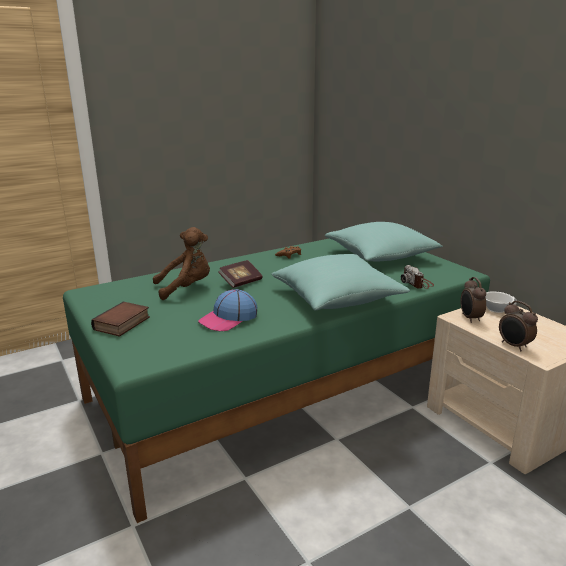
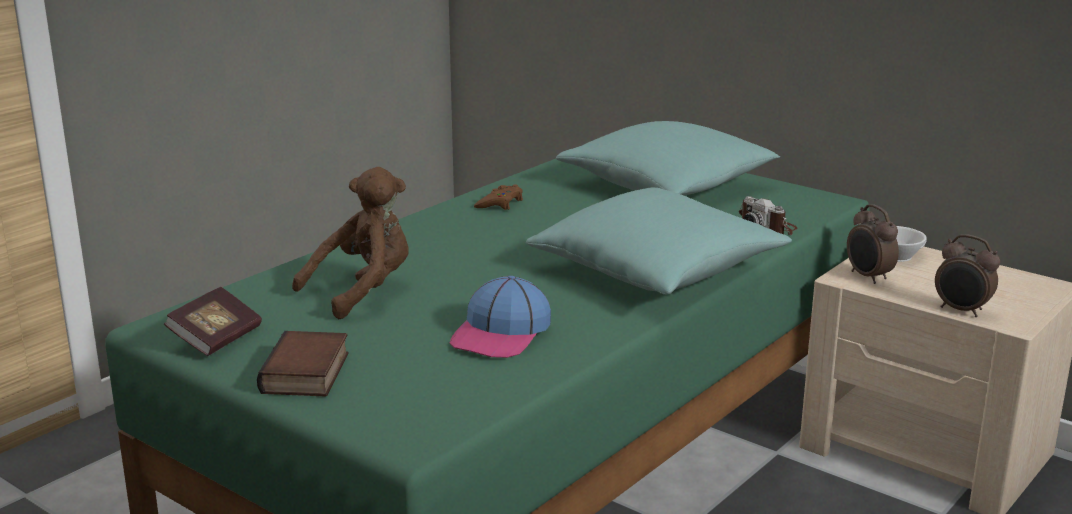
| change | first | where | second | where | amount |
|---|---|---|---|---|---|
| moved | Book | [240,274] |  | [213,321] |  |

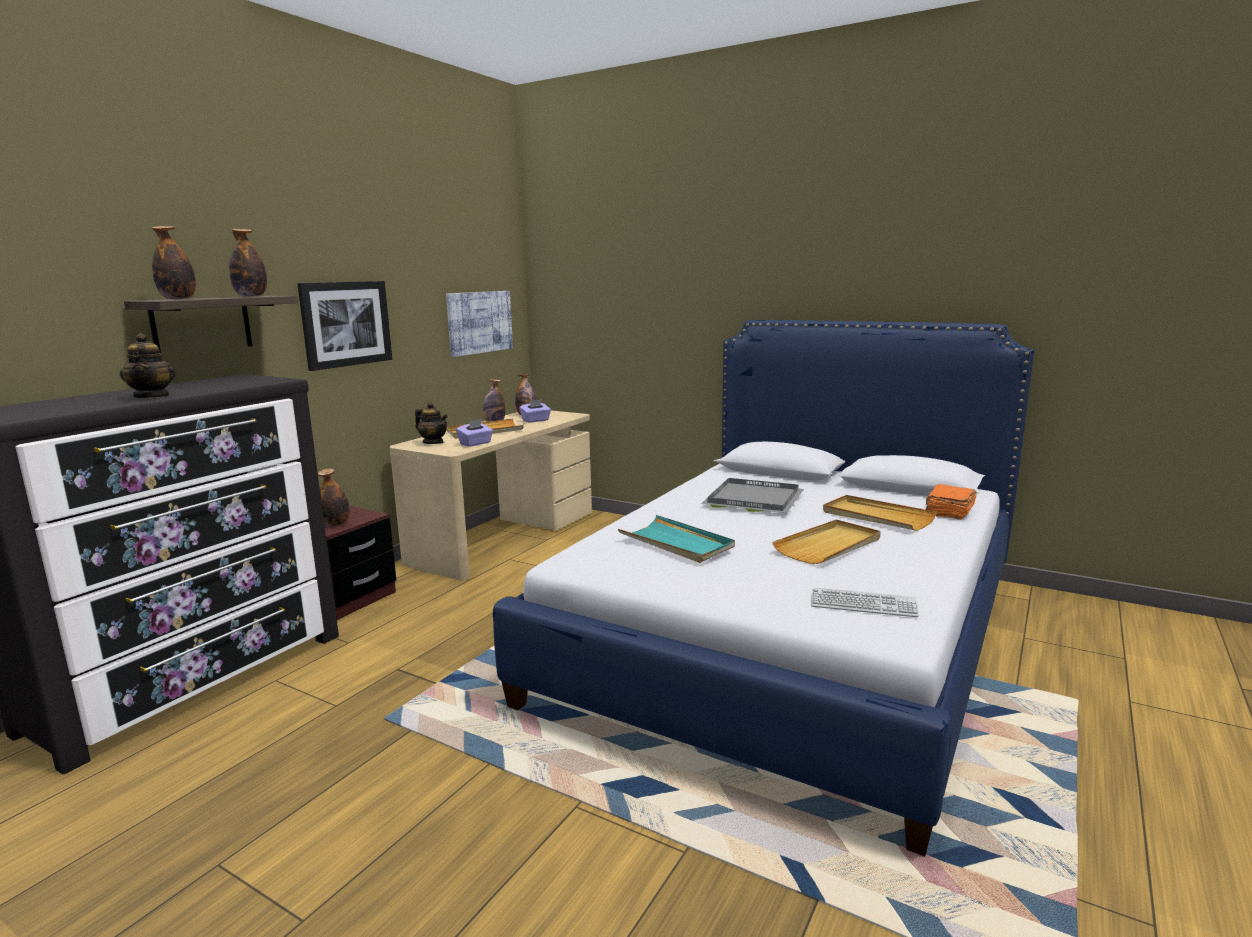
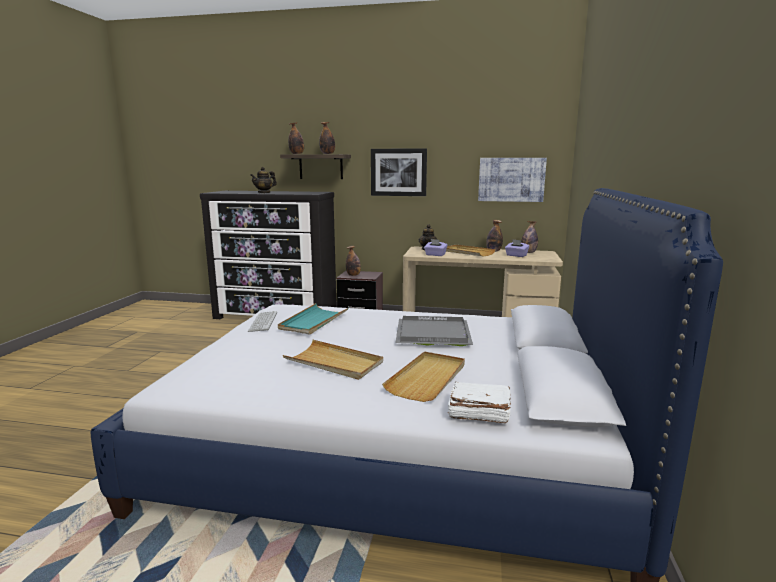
| change | first | where | second | where | amount |
|---|---|---|---|---|---|
| moved | Keyboard | [865,602] |  | [262,321] |  |
| recoloured | OrangeBook | [951,502] | WhiteBook | [479,402] |  |

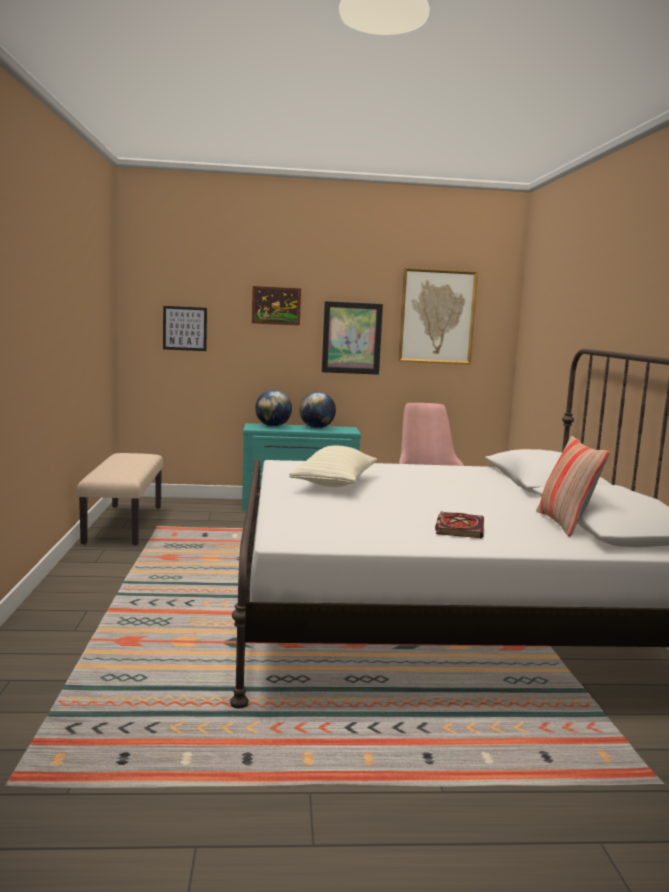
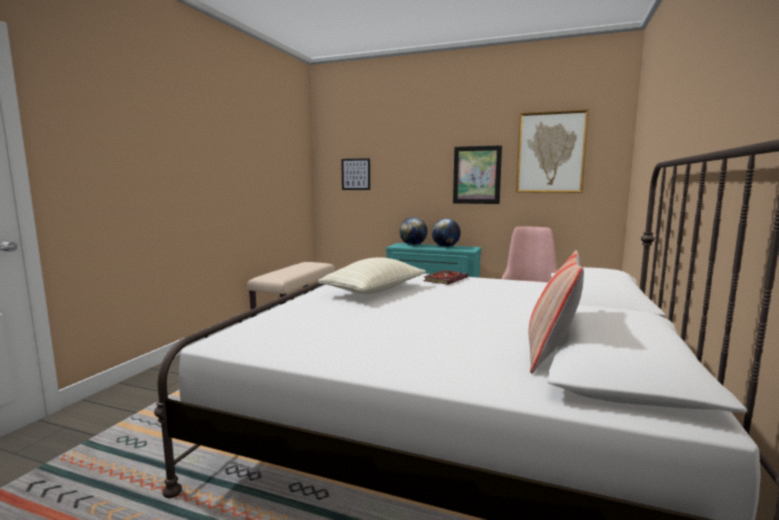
| change | first | where | second | where | amount |
|---|---|---|---|---|---|
| moved | Book | [459,525] |  | [445,277] |  |
| removed | Picture | [276,306] |  |  |  |

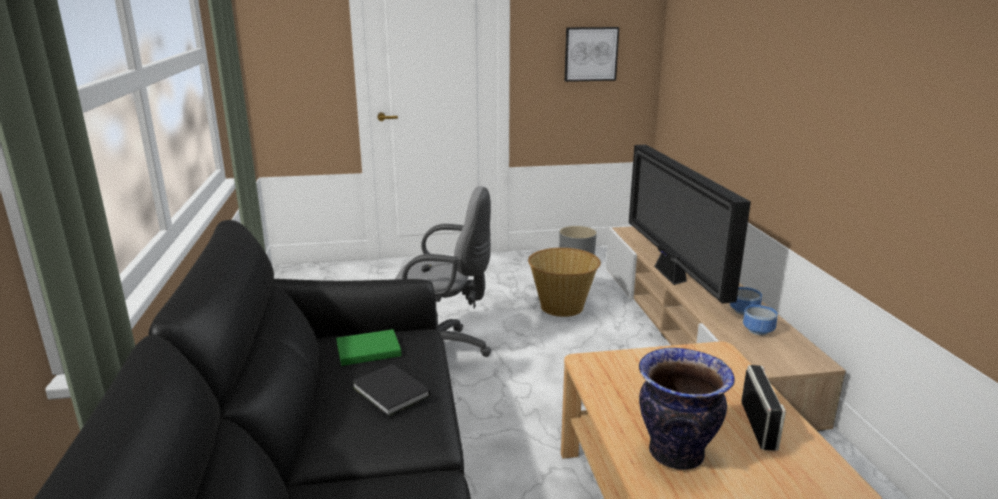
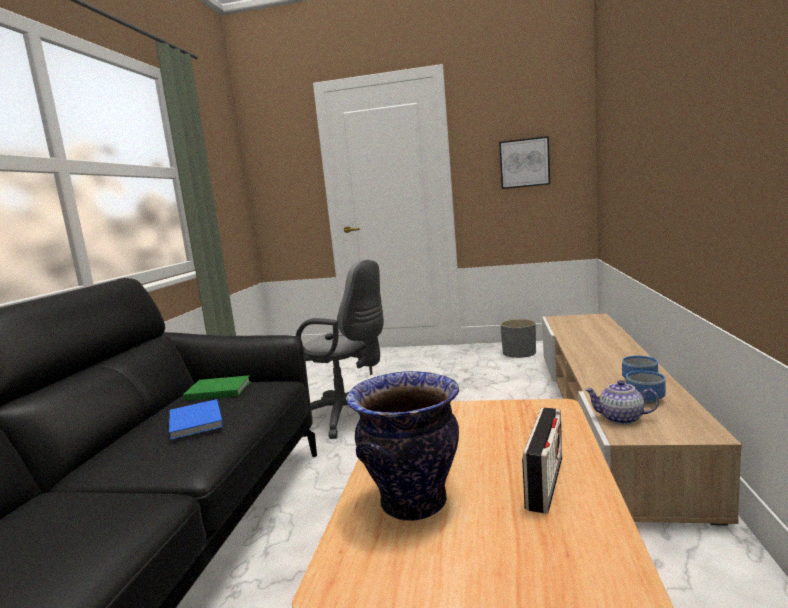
| change | first | where | second | where | amount |
|---|---|---|---|---|---|
| recoloured | BlackBook | [391,390] | BlueBook | [196,419] |  |
| added |  |  | Teapot | [621,402] |  |
| removed | Basket | [564,282] |  |  |  |
| removed | Television | [690,224] |  |  |  |

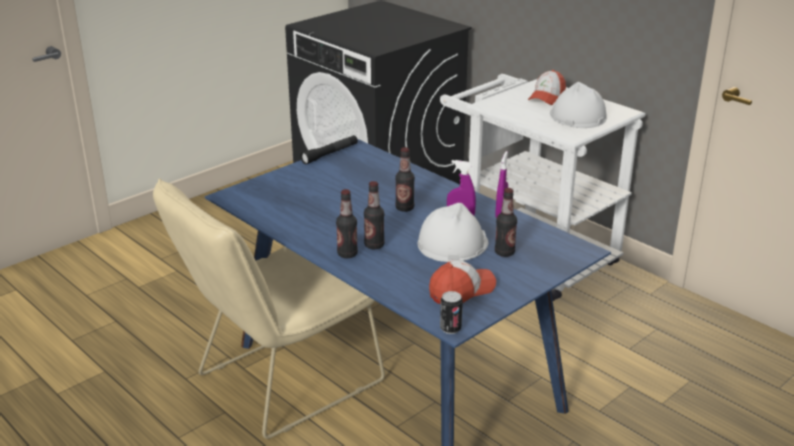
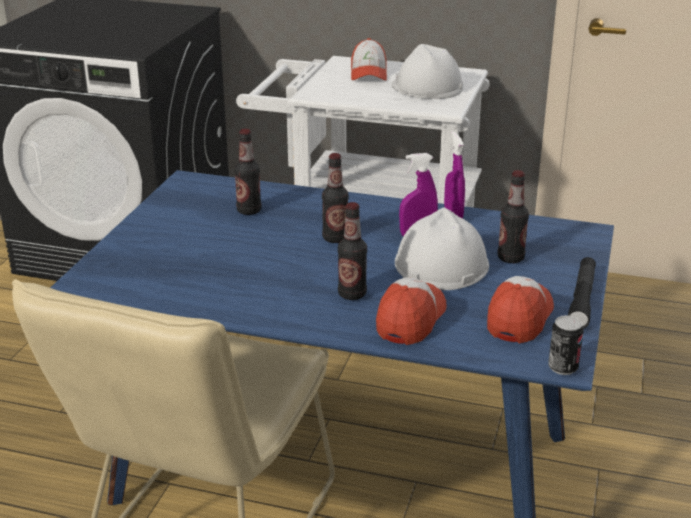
| change | first | where | second | where | amount |
|---|---|---|---|---|---|
| moved | Bottle | [347,223] |  | [247,172] |  |
| added |  |  | Cap | [411,311] |  |
| moved | BlackFlashlight | [329,149] |  | [582,293] |  |

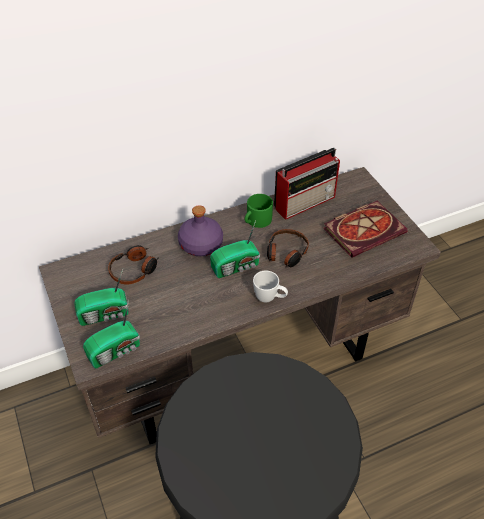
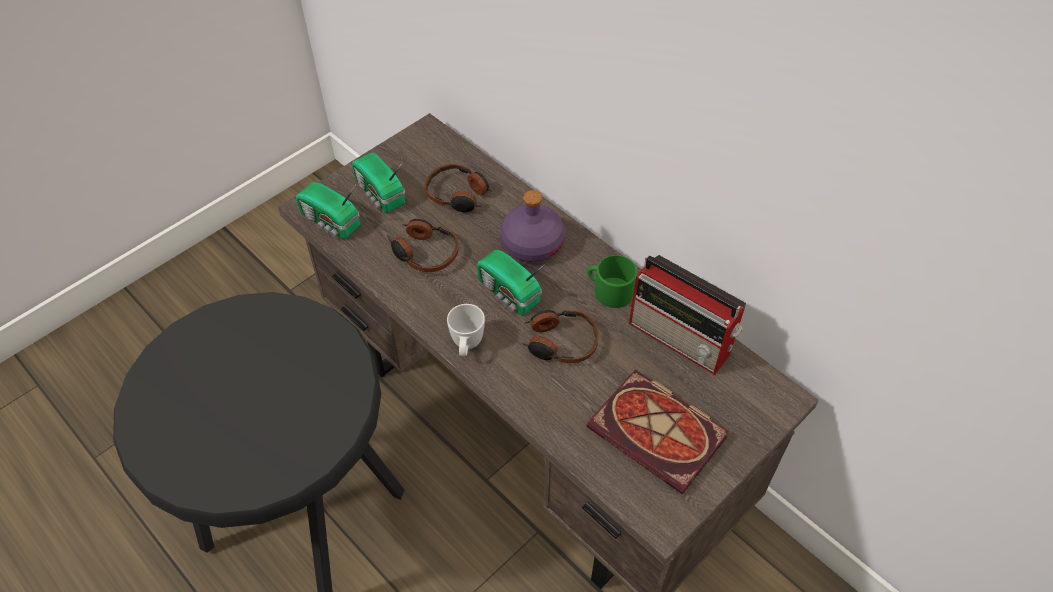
| change | first | where | second | where | amount |
|---|---|---|---|---|---|
| added |  |  | Headphones | [423,245] |  |

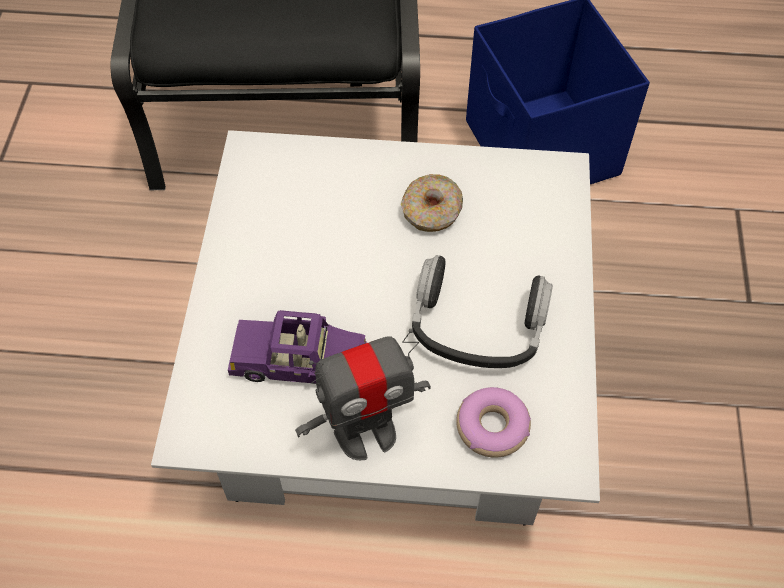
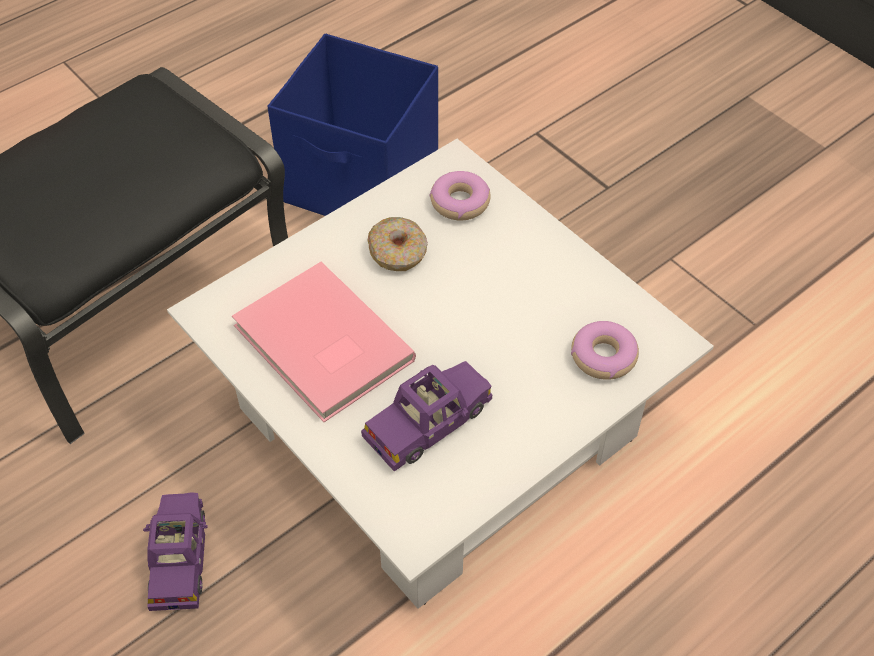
| change | first | where | second | where | amount |
|---|---|---|---|---|---|
| added |  |  | PurpleToyCar | [175,551] |  |
| added |  |  | PinkBook | [324,342] |  |
| added |  |  | Donut | [460,196] |  |
| removed | ToyRobot | [363,394] |  |  |  |
| removed | Headphones | [482,311] |  |  |  |

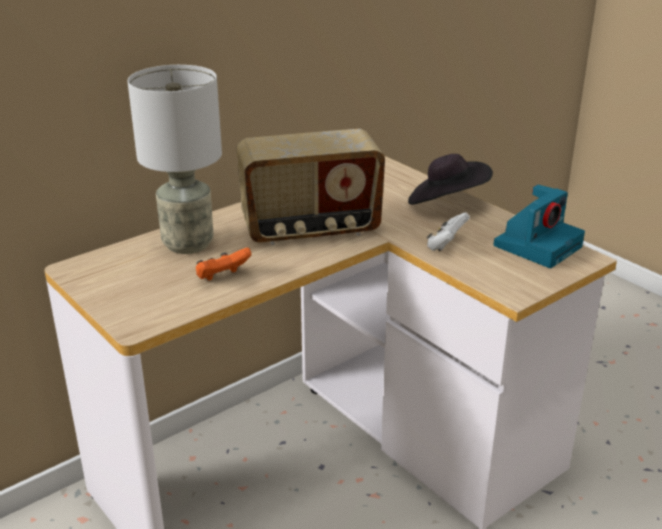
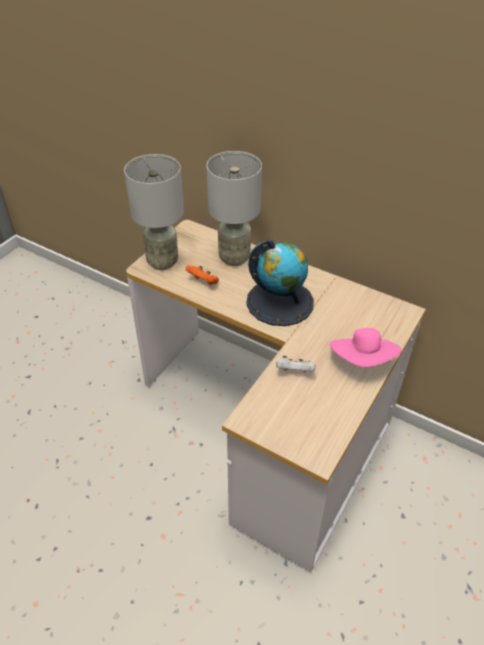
| change | first | where | second | where | amount |
|---|---|---|---|---|---|
| added |  |  | GreyTableLamp | [154,212] |  |
| replaced | Radio | [310,187] | Globe | [280,282] |  |
| recoloured | BlackHat | [450,179] | PinkHat | [365,347] |  |
| removed | PhotoCamera | [539,226] |  |  |  |

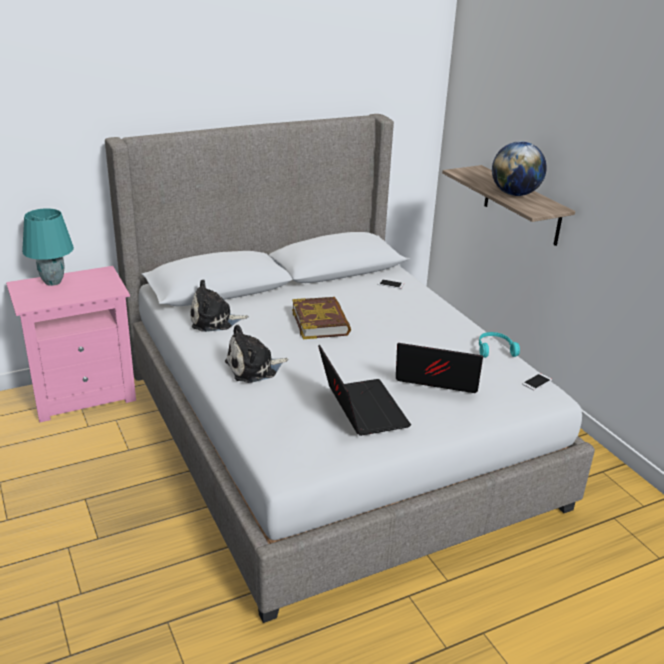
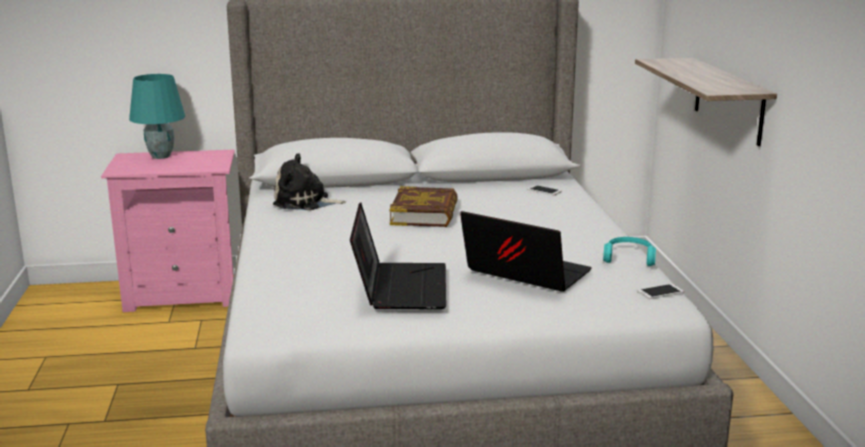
| change | first | where | second | where | amount |
|---|---|---|---|---|---|
| removed | PlushToy | [256,353] |  |  |  |
| removed | Globe | [519,168] |  |  |  |

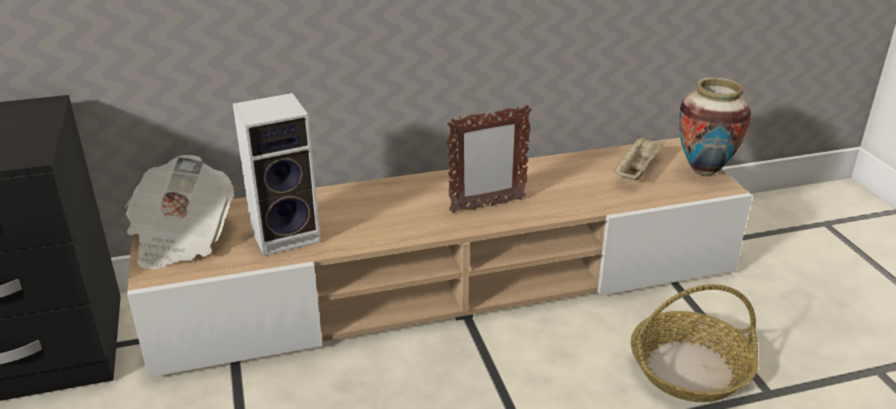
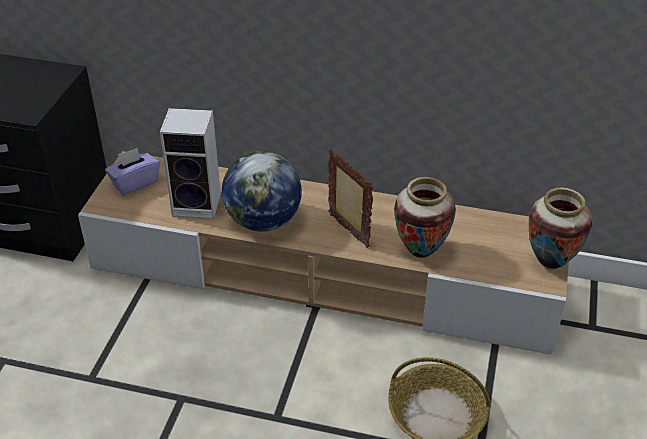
| change | first | where | second | where | amount |
|---|---|---|---|---|---|
| replaced | Newspaper | [179,212] | PurpleTissueBox | [132,171] |  |
| added |  |  | Globe | [262,191] |  |
| turned | PictureFrame | [489,159] |  | [351,198] | 135 degrees counterclockwise |
| added |  |  | Vase | [425,217] |  |
| removed | BeigeTray | [639,158] |  |  |  |

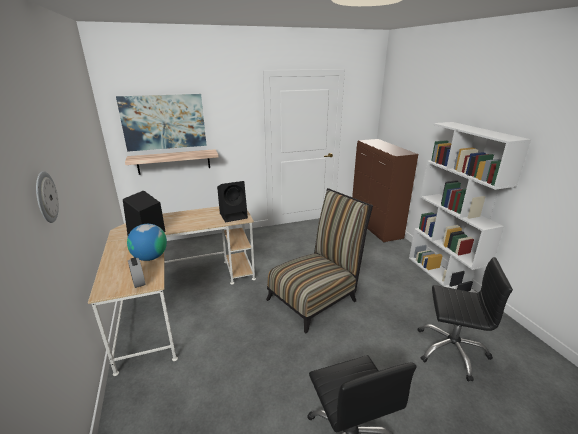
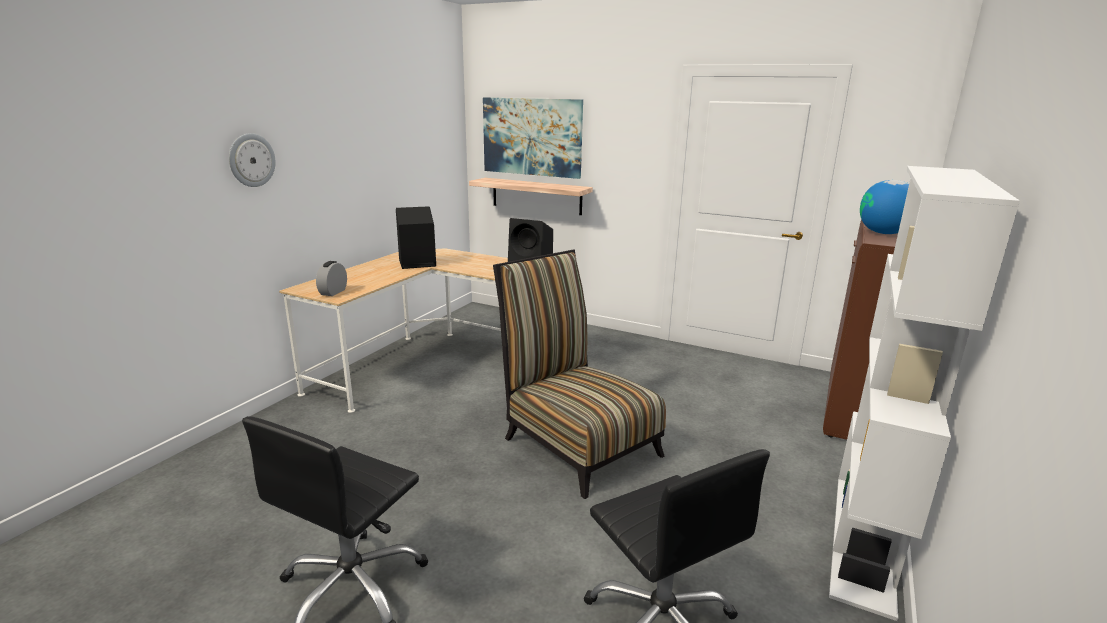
| change | first | where | second | where | amount |
|---|---|---|---|---|---|
| turned | Chair | [319,260] |  | [579,374] | 135 degrees counterclockwise |
| moved | Globe | [147,242] |  | [884,207] |  |

